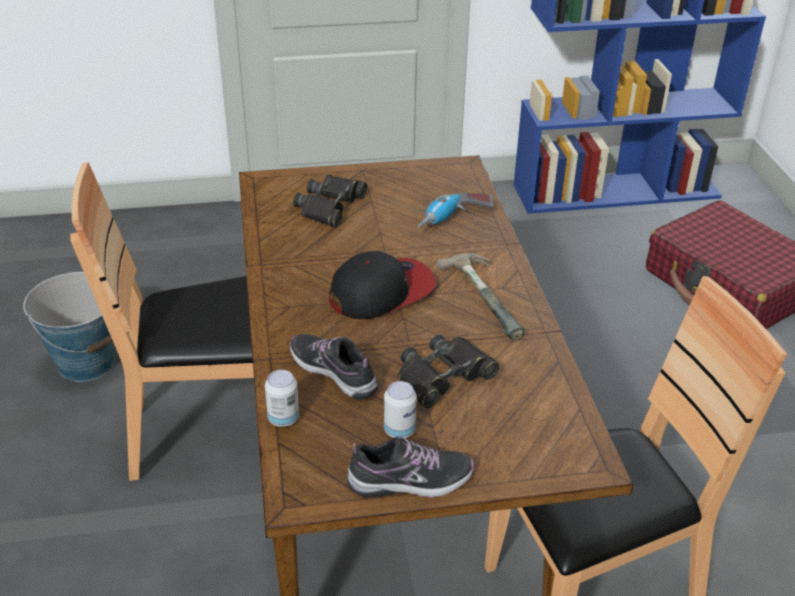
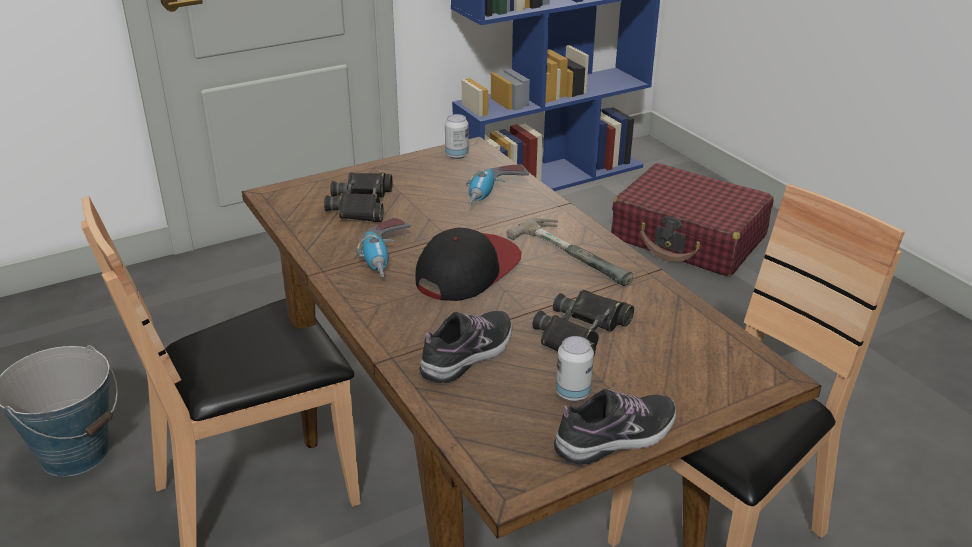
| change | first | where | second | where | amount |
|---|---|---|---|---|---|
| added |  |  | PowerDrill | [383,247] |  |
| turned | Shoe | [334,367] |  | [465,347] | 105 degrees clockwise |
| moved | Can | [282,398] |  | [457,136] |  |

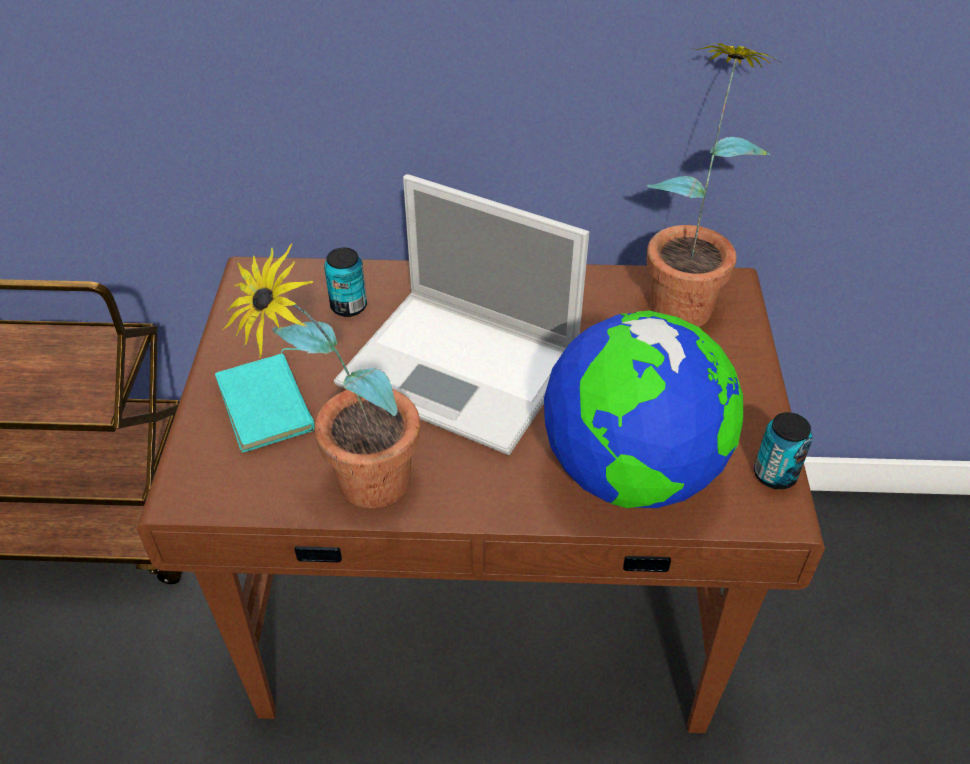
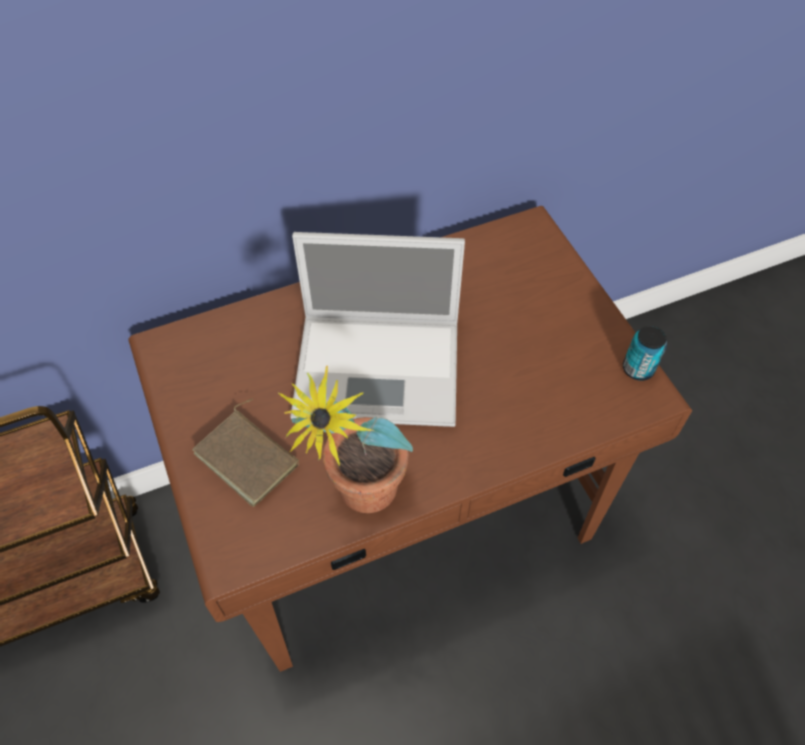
| change | first | where | second | where | amount |
|---|---|---|---|---|---|
| recoloured | TurquoiseBook | [264,400] | BrownBook | [245,452] |  |
| removed | Can | [345,282] |  |  |  |
| removed | Globe | [643,409] |  |  |  |
| removed | PottedPlant | [713,185] |  |  |  |

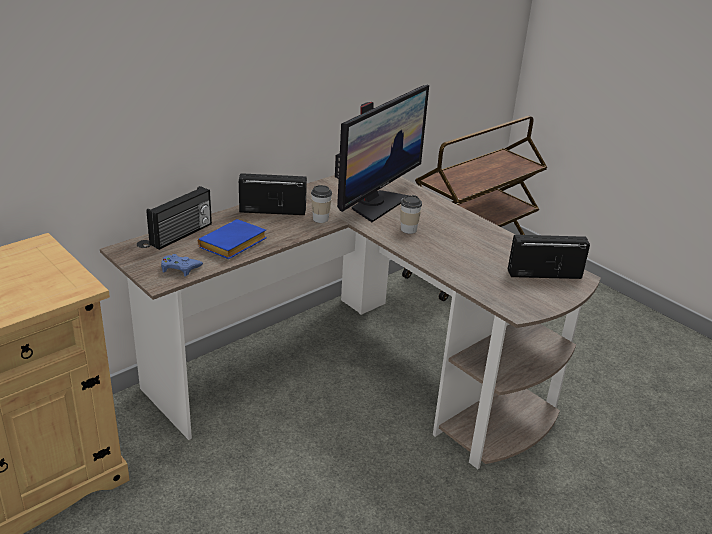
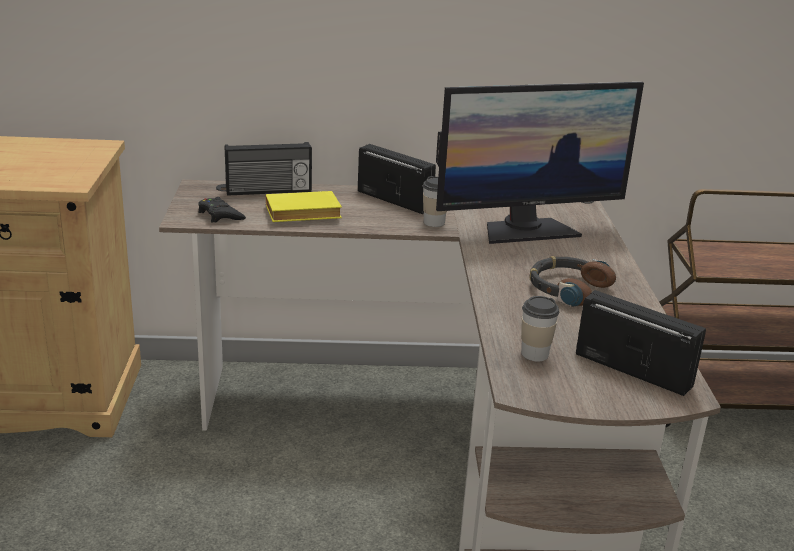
| change | first | where | second | where | amount |
|---|---|---|---|---|---|
| recoloured | BlueGameController | [182,265] | BlackGameController | [222,210] |  |
| recoloured | BlueBook | [232,239] | YellowBook | [304,206] |  |
| moved | Cup | [411,214] |  | [540,328] |  |
| added |  |  | Headphones | [573,281] |  |

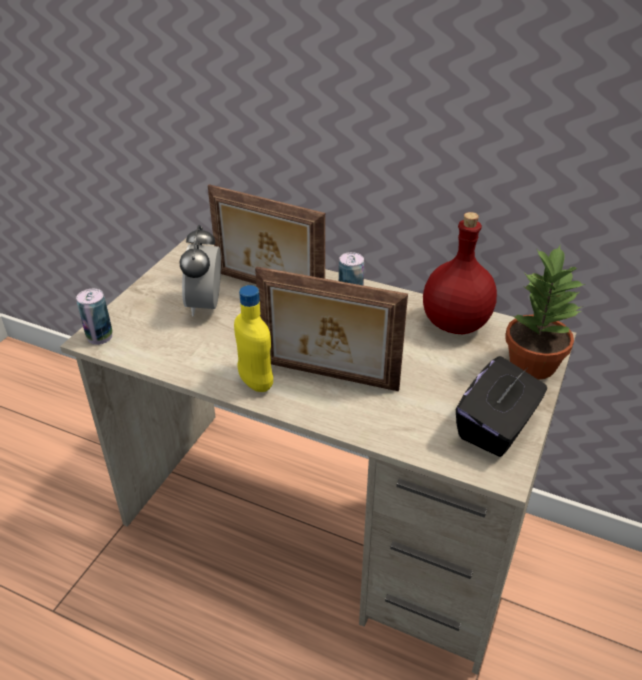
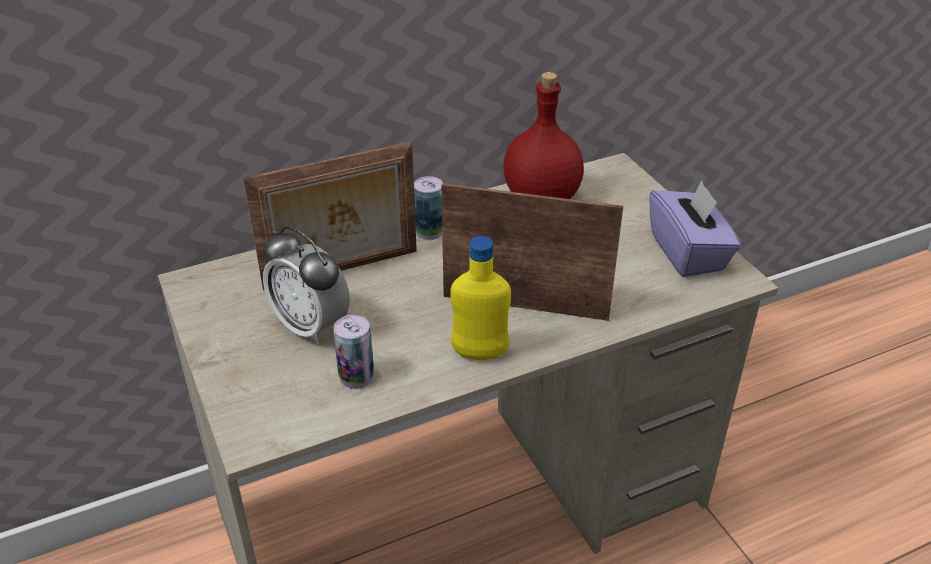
| change | first | where | second | where | amount |
|---|---|---|---|---|---|
| moved | Can | [94,317] |  | [353,352] |  |
| turned | PictureFrame | [331,328] |  | [532,252] | 135 degrees counterclockwise |
| recoloured | BlackTissueBox | [501,406] | PurpleTissueBox | [695,228] |  |
| removed | PottedPlant | [545,312] |  |  |  |

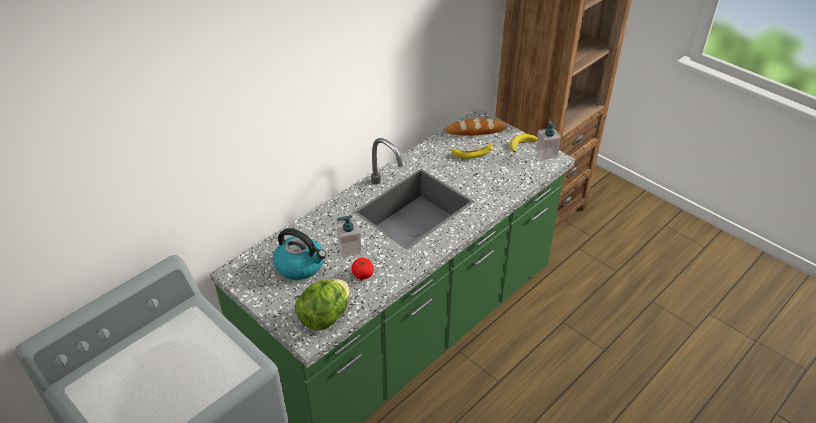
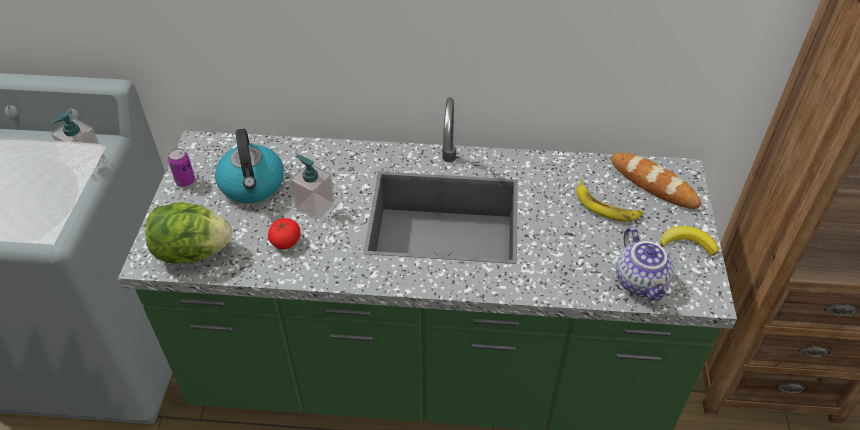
| change | first | where | second | where | amount |
|---|---|---|---|---|---|
| moved | SoapDispenser | [548,141] |  | [78,142] |  |
| added |  |  | Can | [181,167] |  |
| added |  |  | Teapot | [645,264] |  |

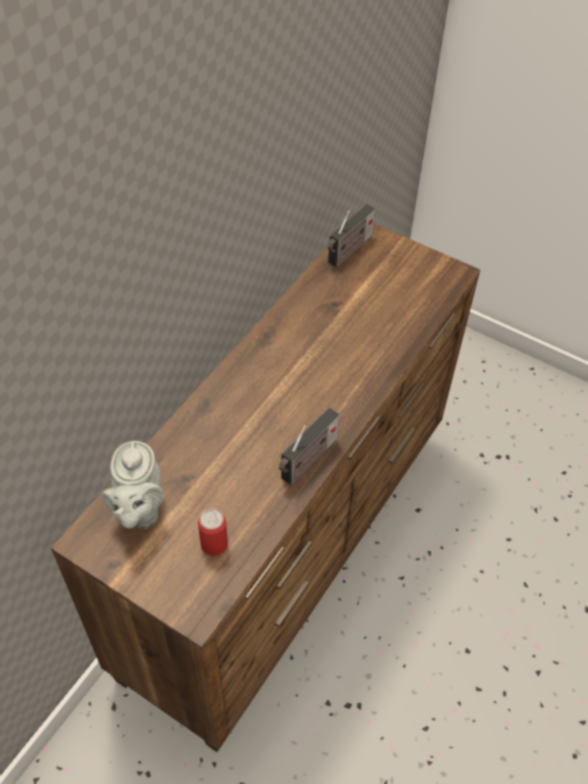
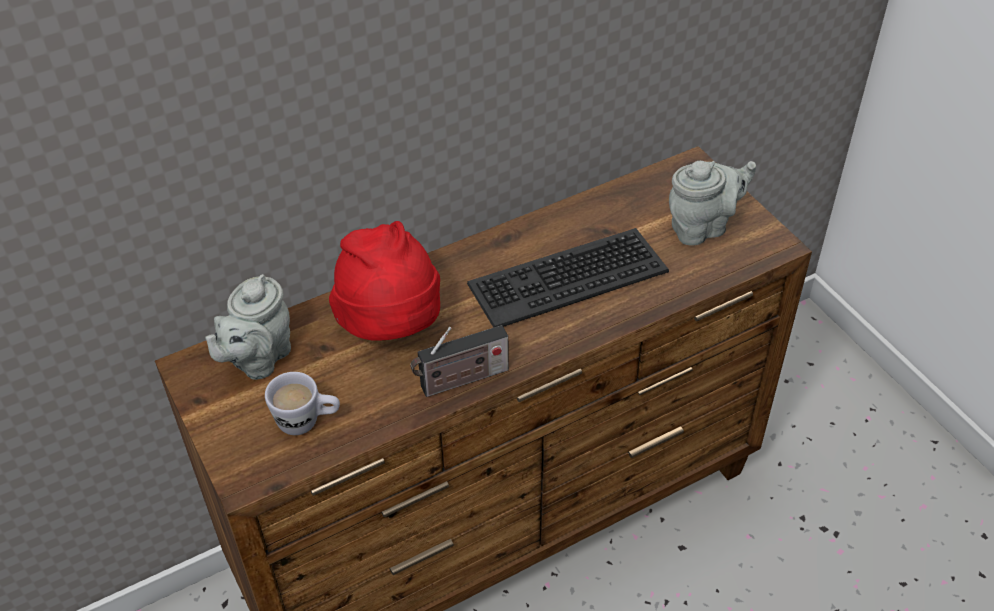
| change | first | where | second | where | amount |
|---|---|---|---|---|---|
| replaced | Can | [213,532] | WhiteMug | [302,403] |  |
| added |  |  | RedHat | [384,281] |  |
| added |  |  | Keyboard | [568,278] |  |
| added |  |  | GreyTeapot | [712,203] |  |
| removed | Radio | [351,235] |  |  |  |

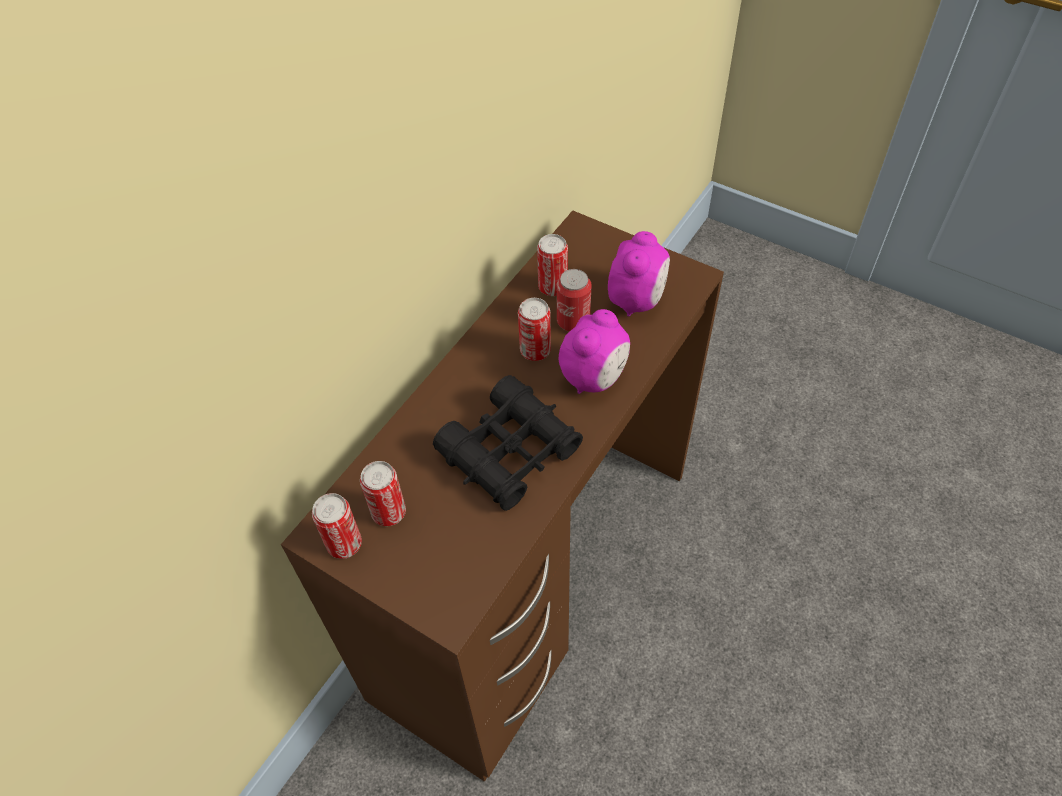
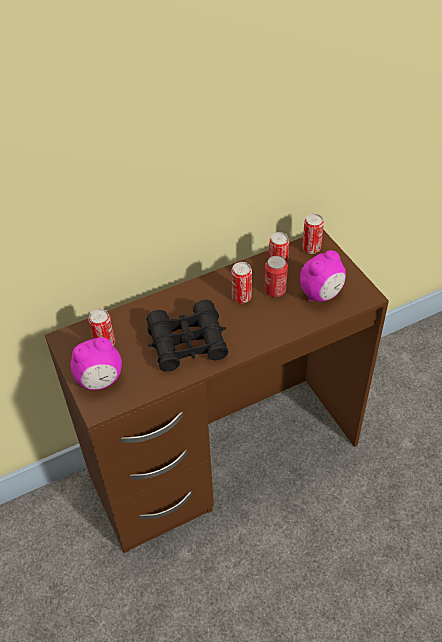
| change | first | where | second | where | amount |
|---|---|---|---|---|---|
| moved | AlarmClock | [594,351] |  | [96,363] |  |
| moved | Can | [337,526] |  | [313,234] |  |

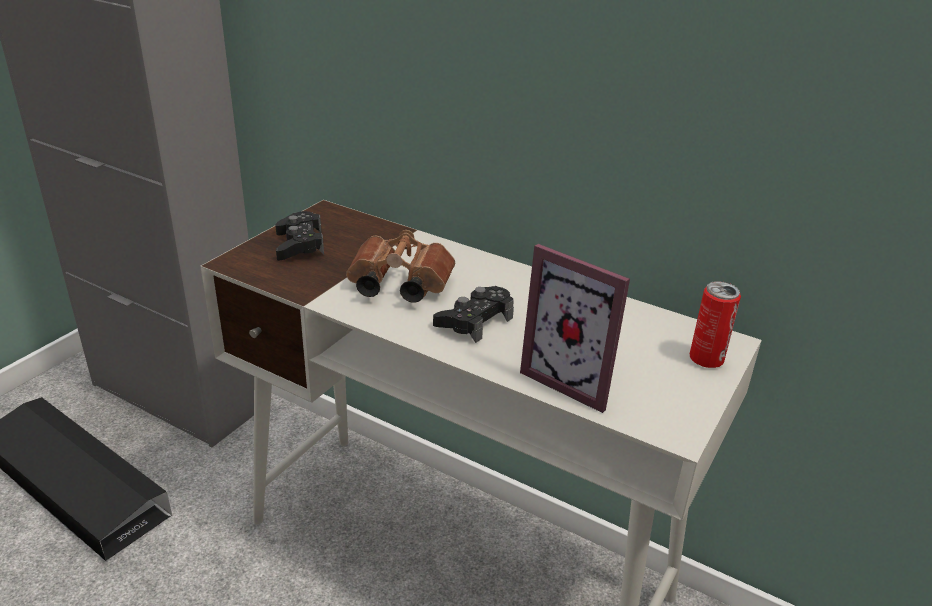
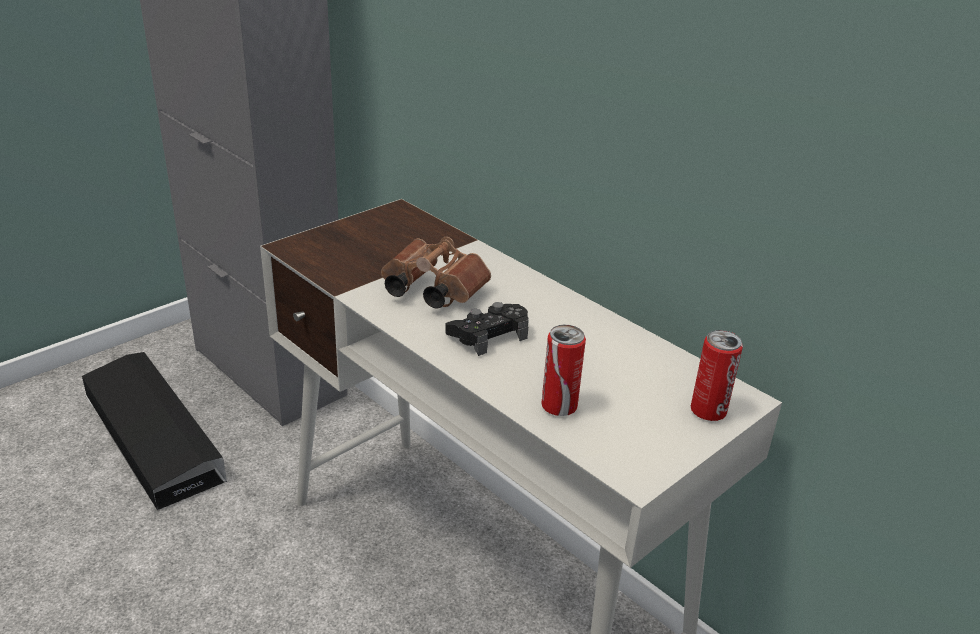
| change | first | where | second | where | amount |
|---|---|---|---|---|---|
| replaced | PictureFrame | [575,328] | Can | [563,370] |  |
| removed | BlackGameController | [299,236] |  |  |  |

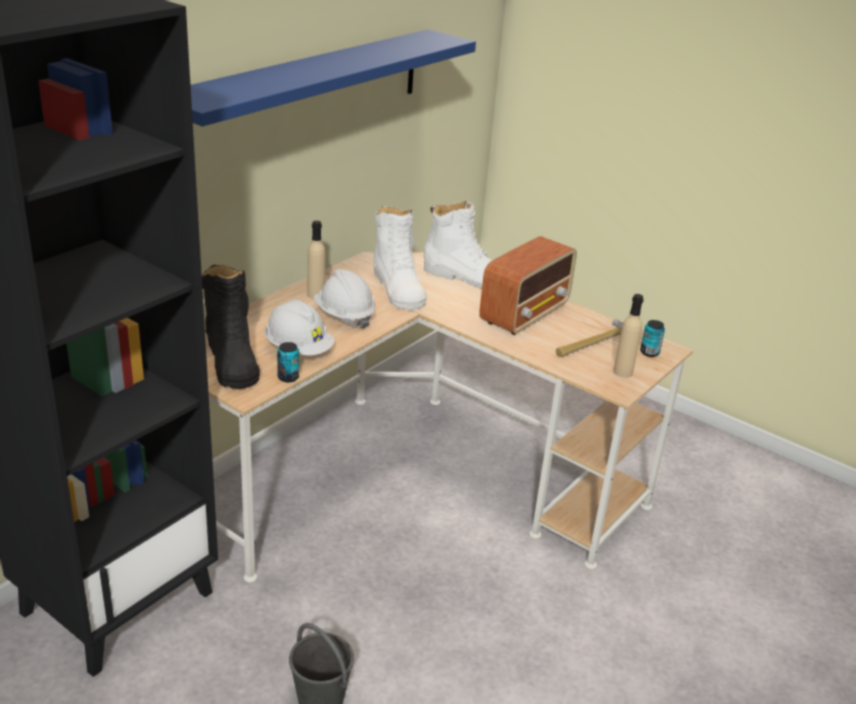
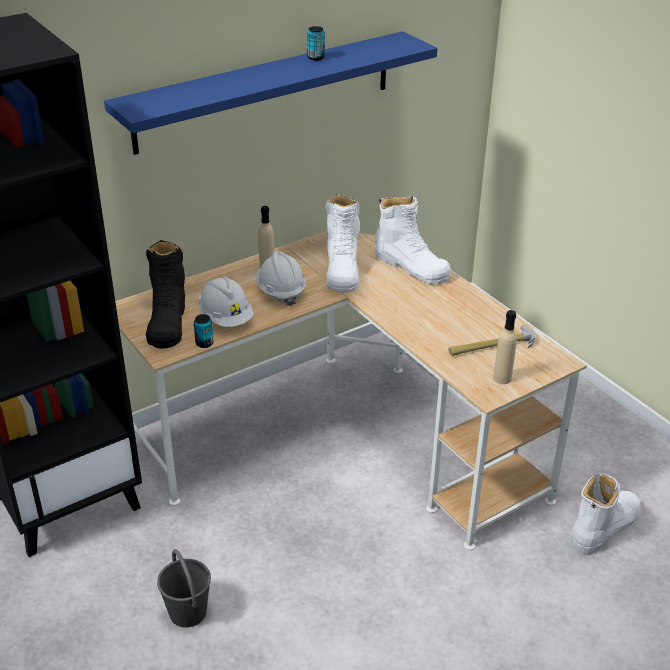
| change | first | where | second | where | amount |
|---|---|---|---|---|---|
| moved | Can | [652,338] |  | [316,43] |  |
| added |  |  | WhiteBoot | [606,514] |  |
| removed | Radio | [528,285] |  |  |  |

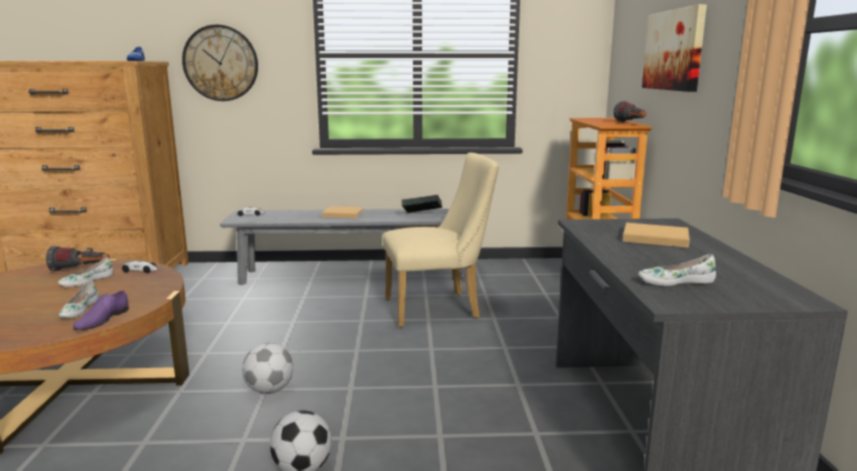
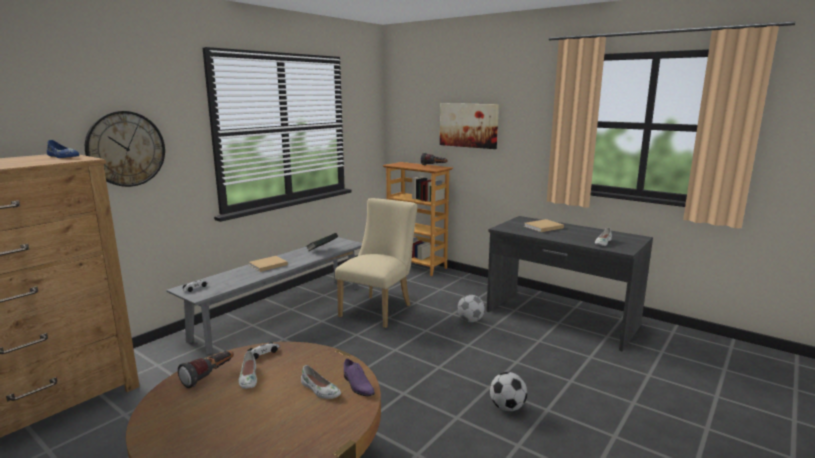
| change | first | where | second | where | amount |
|---|---|---|---|---|---|
| moved | Football | [268,368] |  | [471,308] |  |

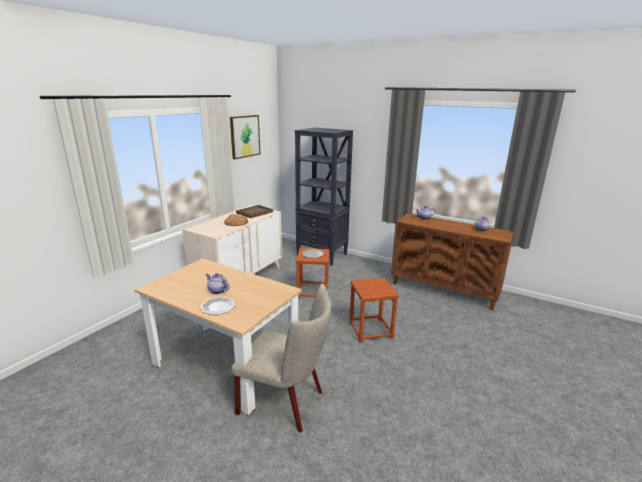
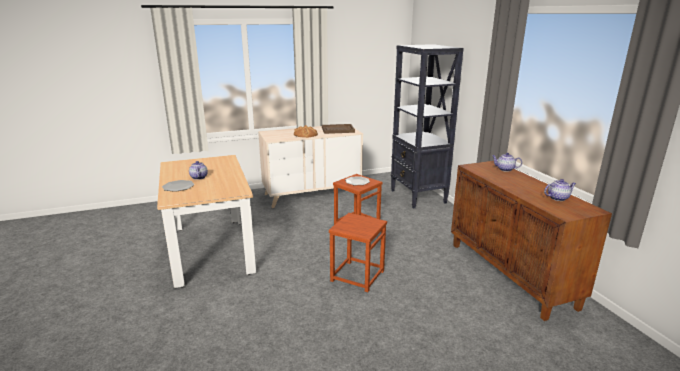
| change | first | where | second | where | amount |
|---|---|---|---|---|---|
| removed | Picture | [245,137] |  |  |  |
| removed | BeigeChair | [281,358] |  |  |  |

